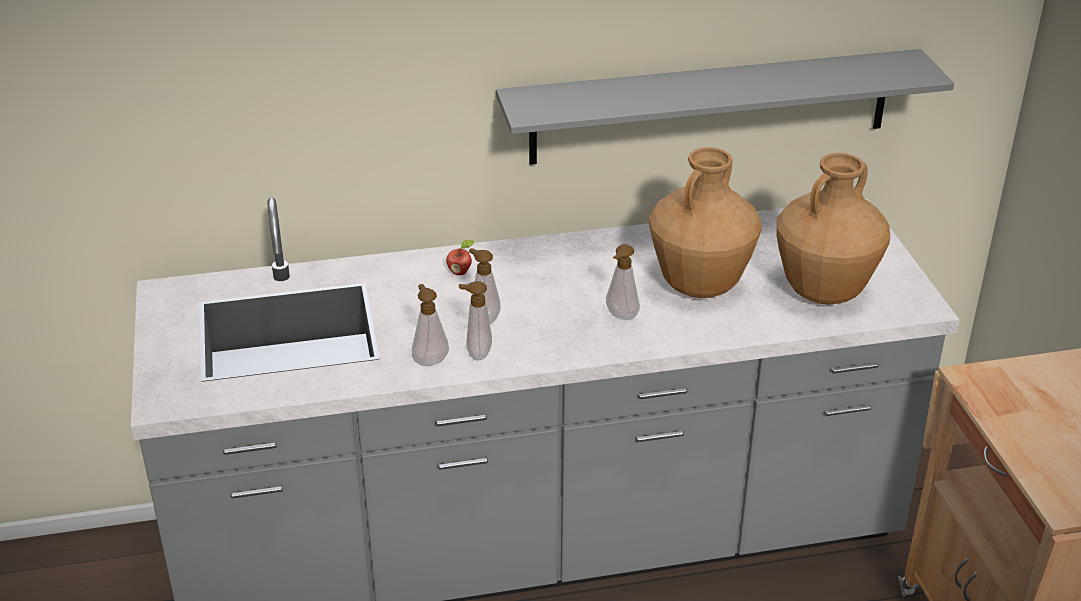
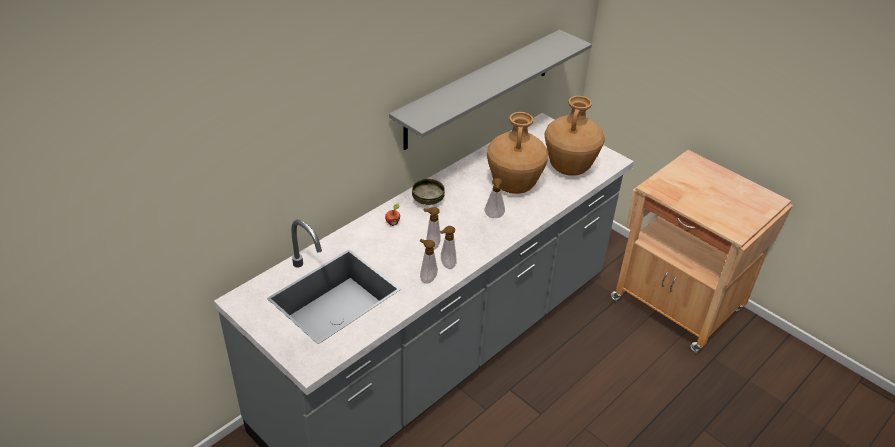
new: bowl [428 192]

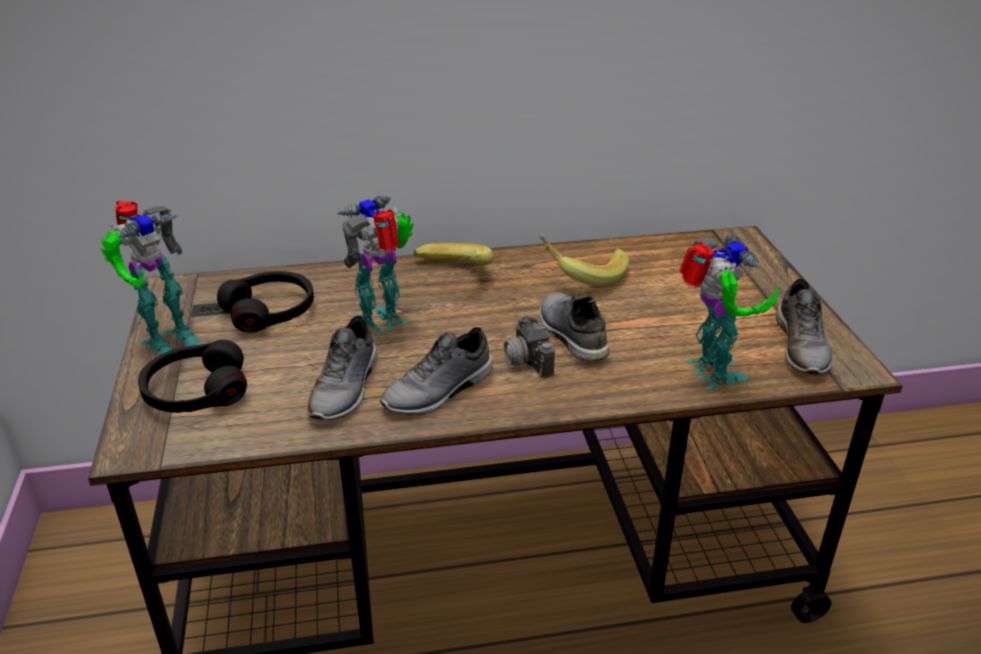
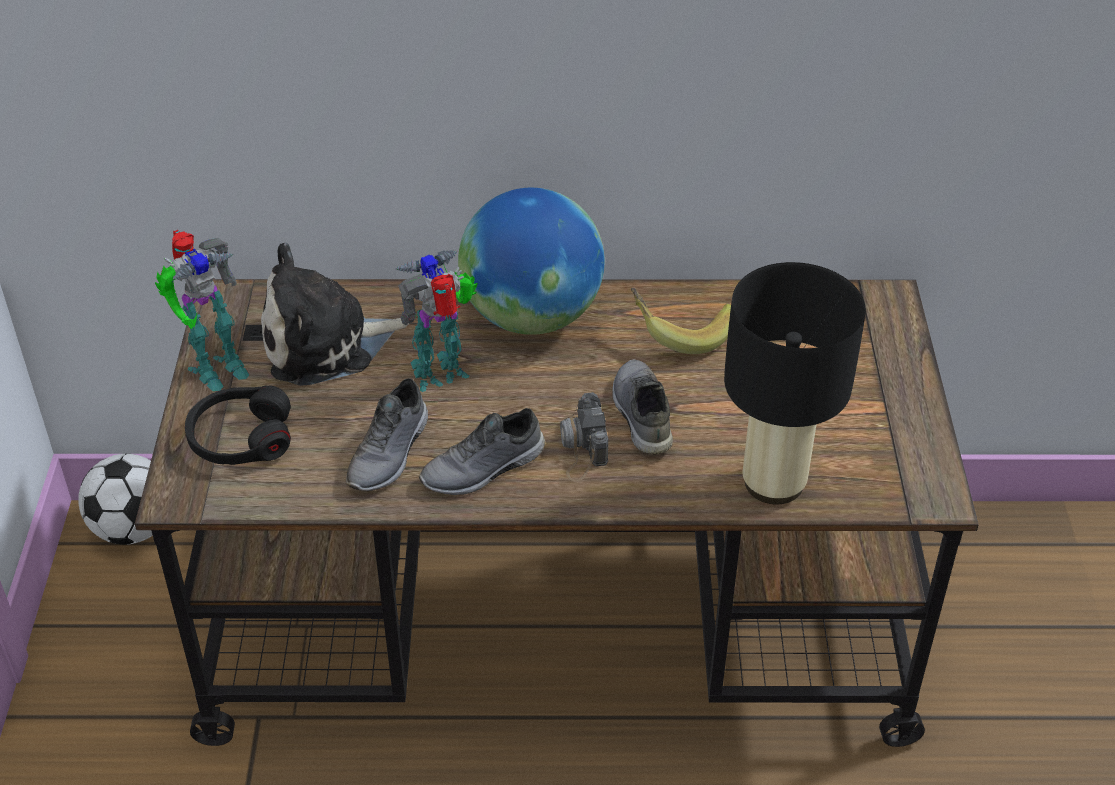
gone: grey shoe [804 326]
new: football [115 499]
swapped: toy robot [728 312] to black table lamp [795 383]; banana [454 254] to globe [531 261]; black headphones [265 302] to plush toy [335 314]

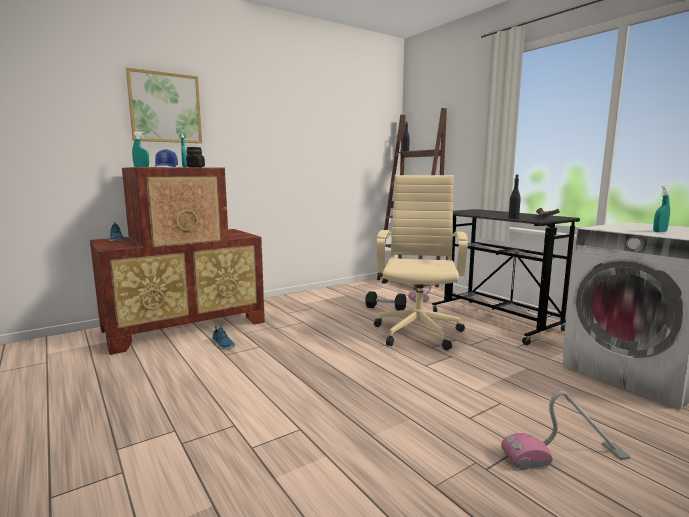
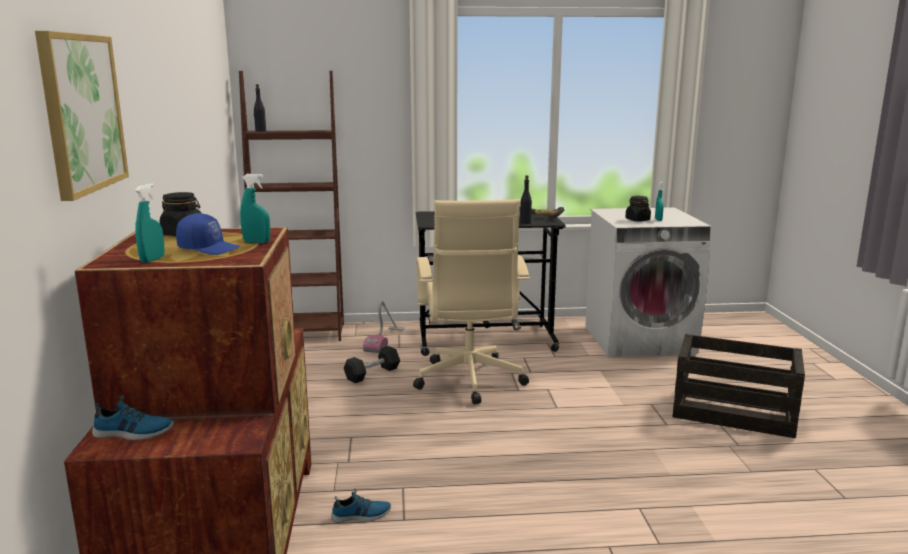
new: black jar [638 209]
swapped: vacuum cleaner [565 430] to crate [739 386]
rotated: beige office chair [421 262] = [471 301] 135 degrees counterclockwise

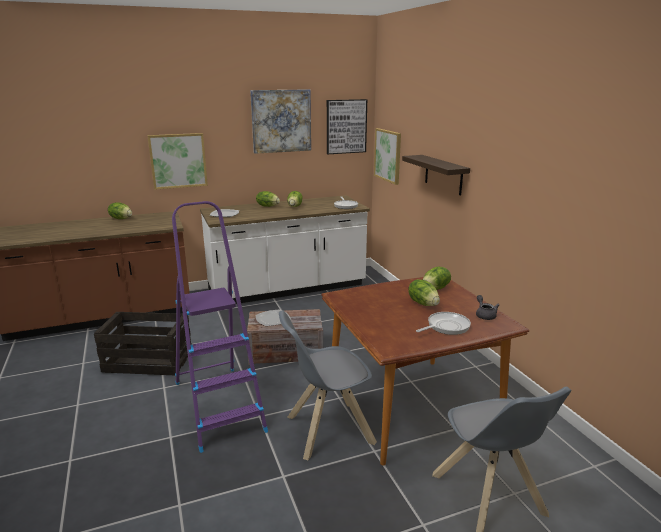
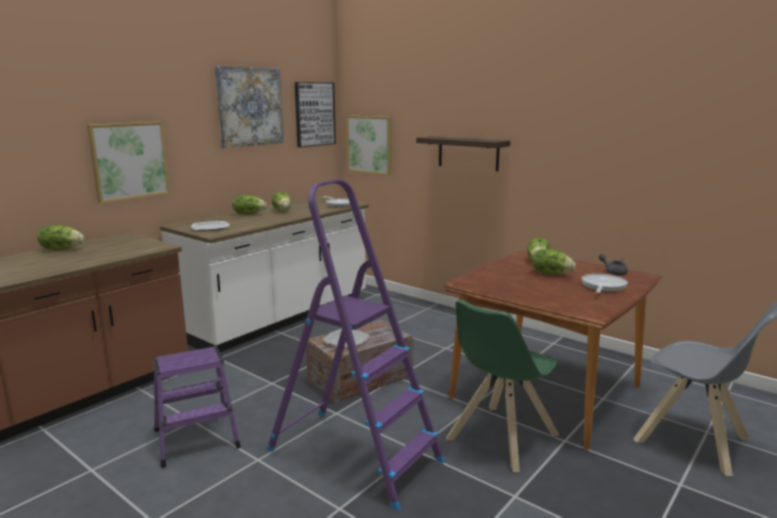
swapped: crate [143 343] to purple step ladder [197 407]
repainted: grey chair [328 385] to green chair [502 386]

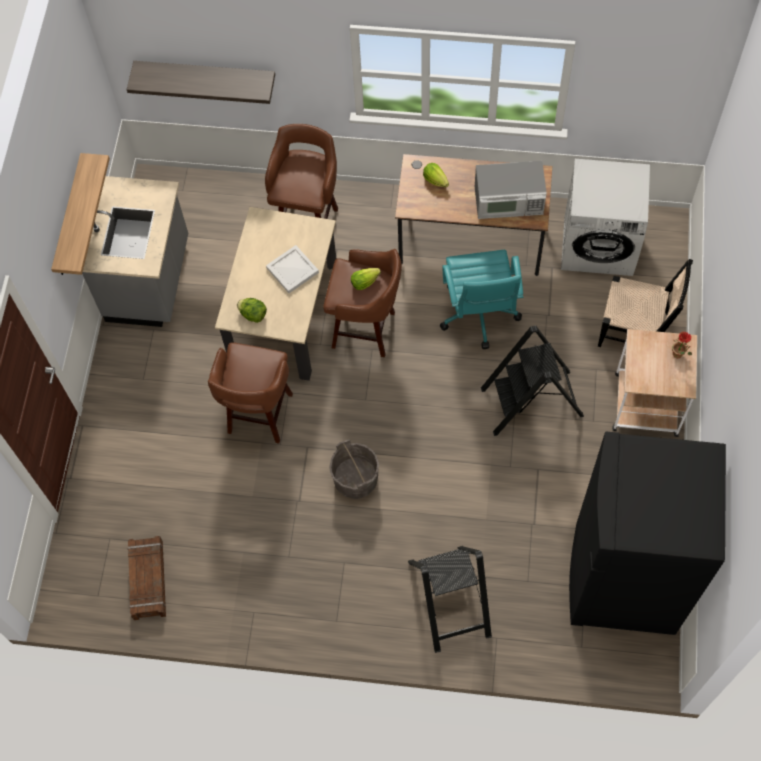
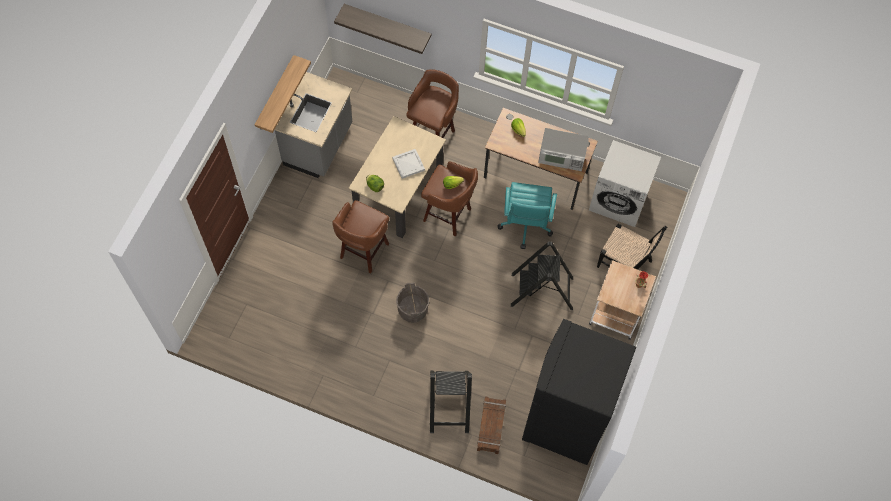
shifted: crate [146 578] to [491 425]

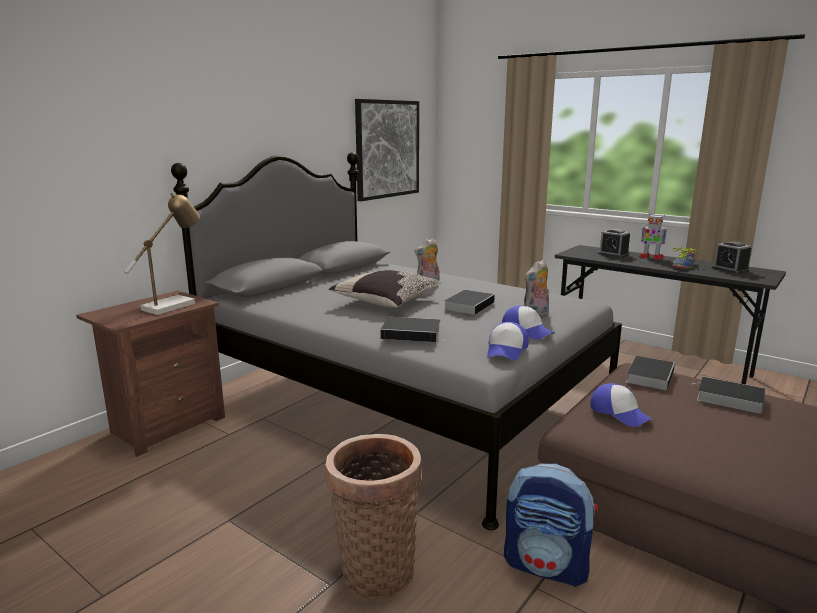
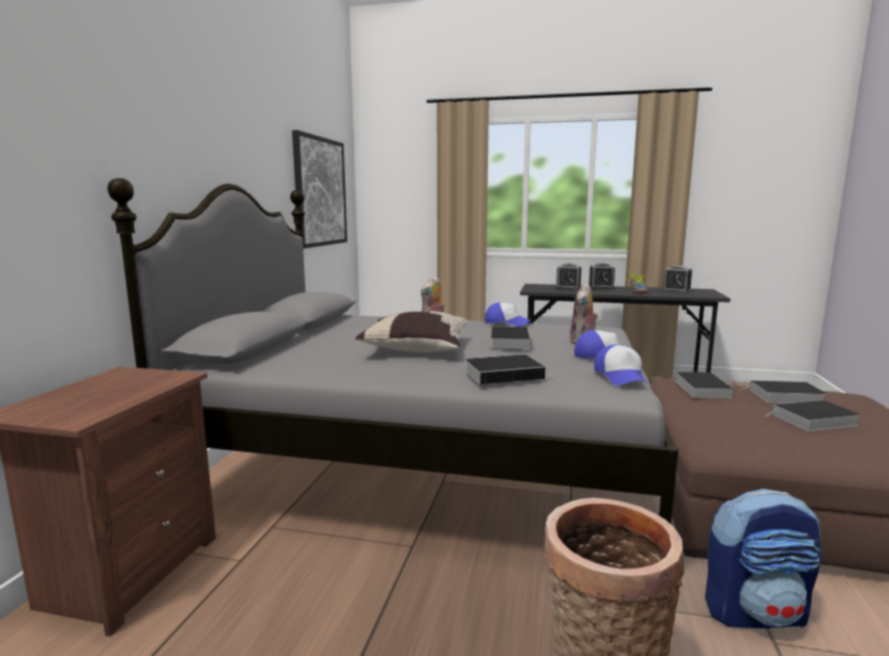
gone: table lamp [162 254]
new: book [813 415]
shifted: cap [621 405] to [508 314]
swapped: toy robot [653 237] to alarm clock [601 276]

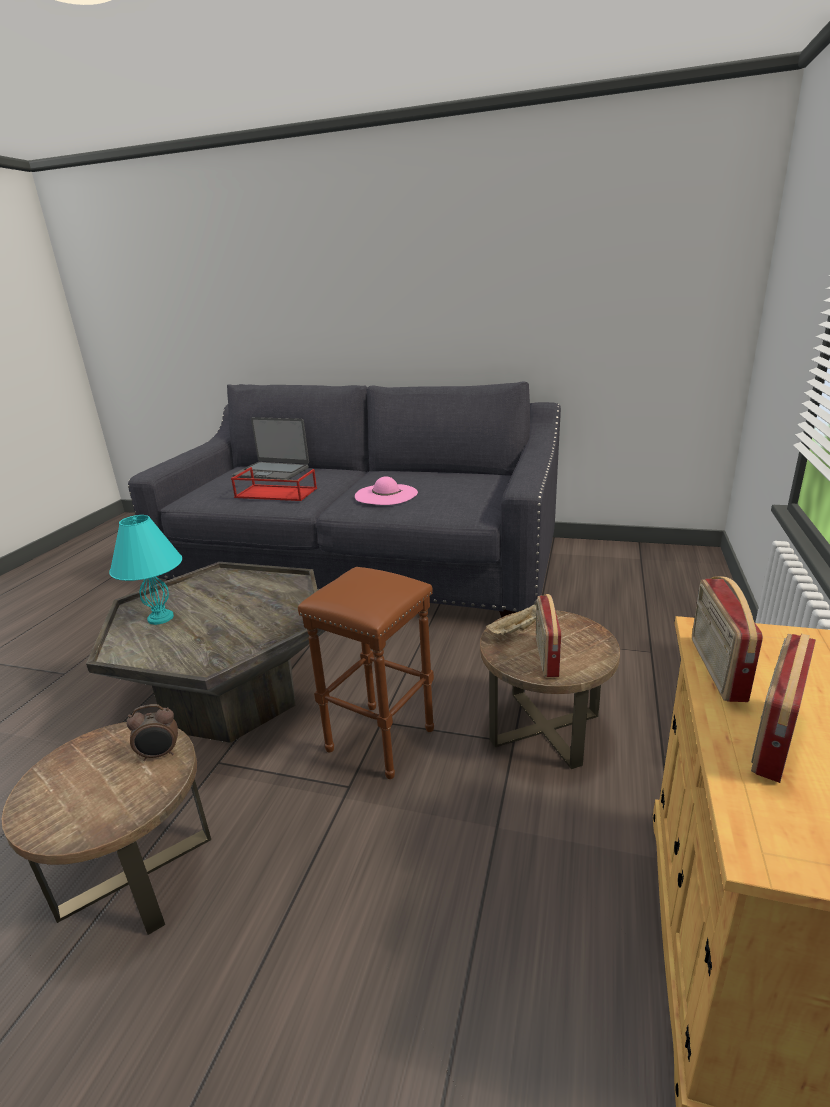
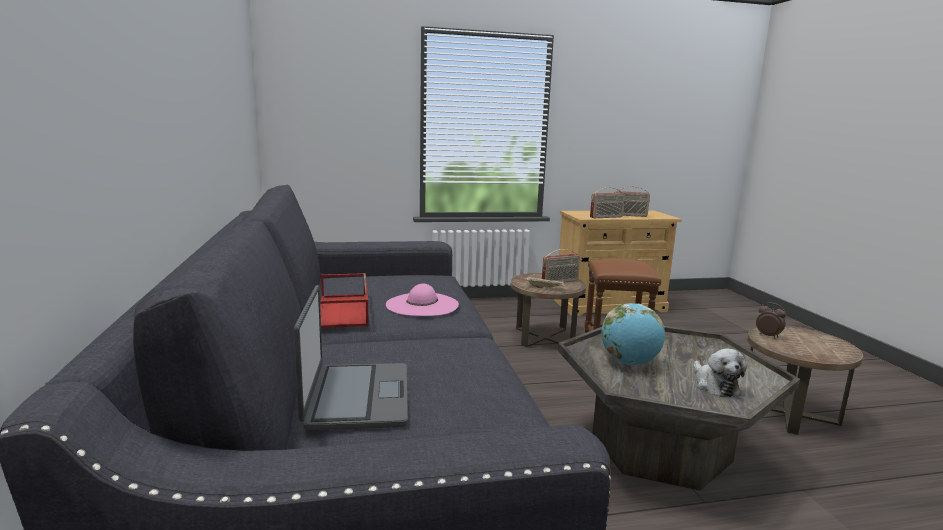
new: globe [633 334]
shifted: red tray [274 484] to [344 300]
swapped: turquoise table lamp [145 570] to plush toy [720 372]

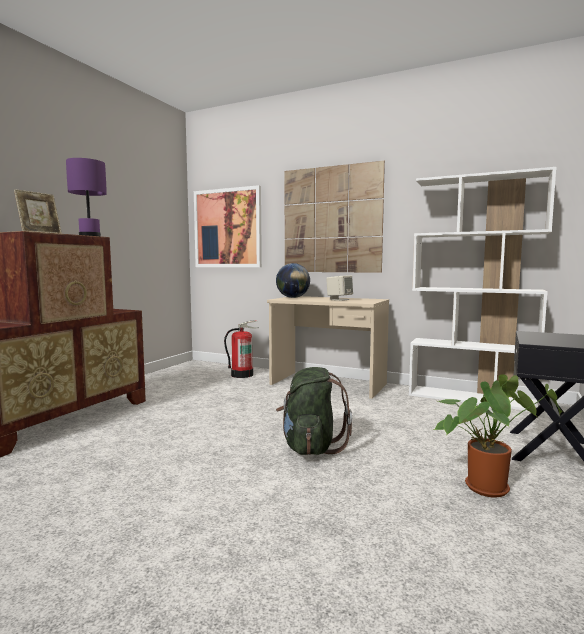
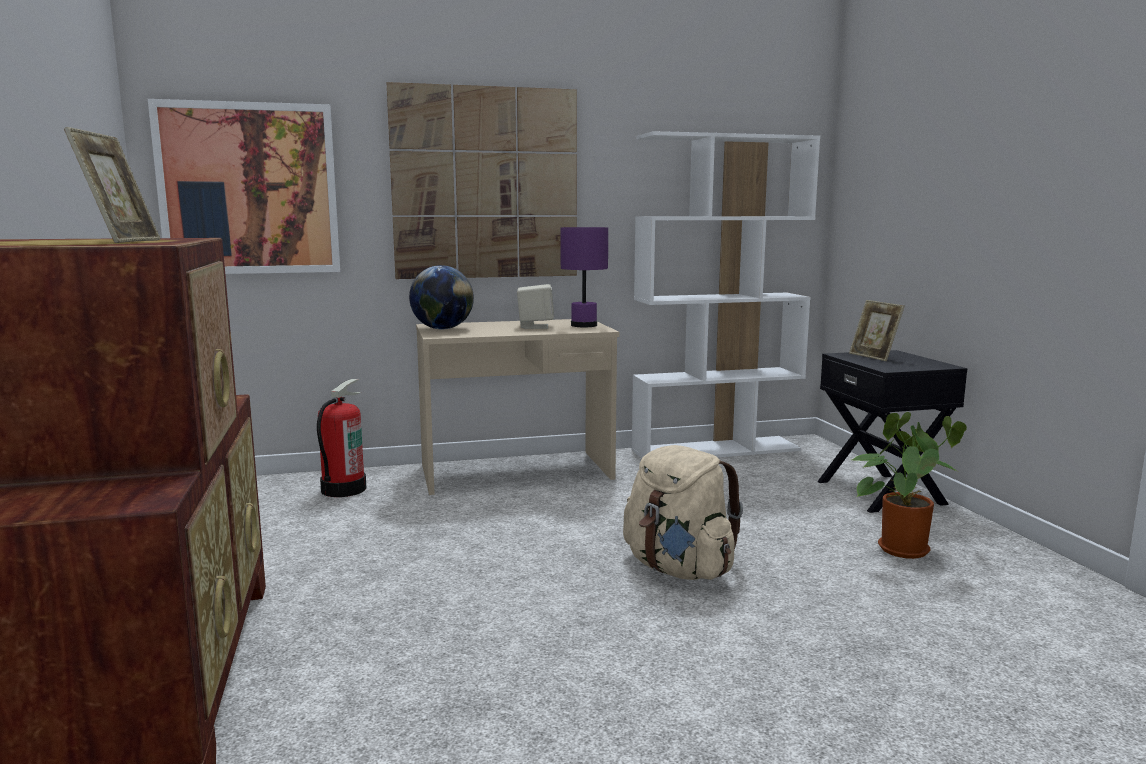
new: picture frame [877 330]
shifted: purple table lamp [86 197] to [584 277]
repainted: green backpack [314 411] to beige backpack [683 512]

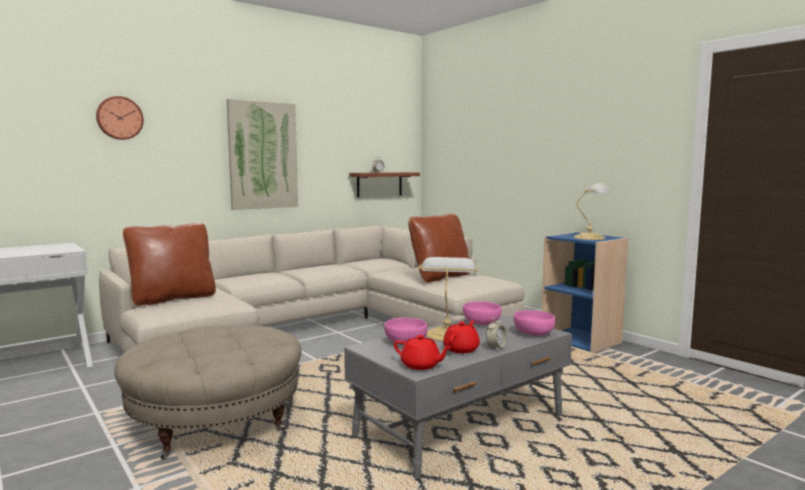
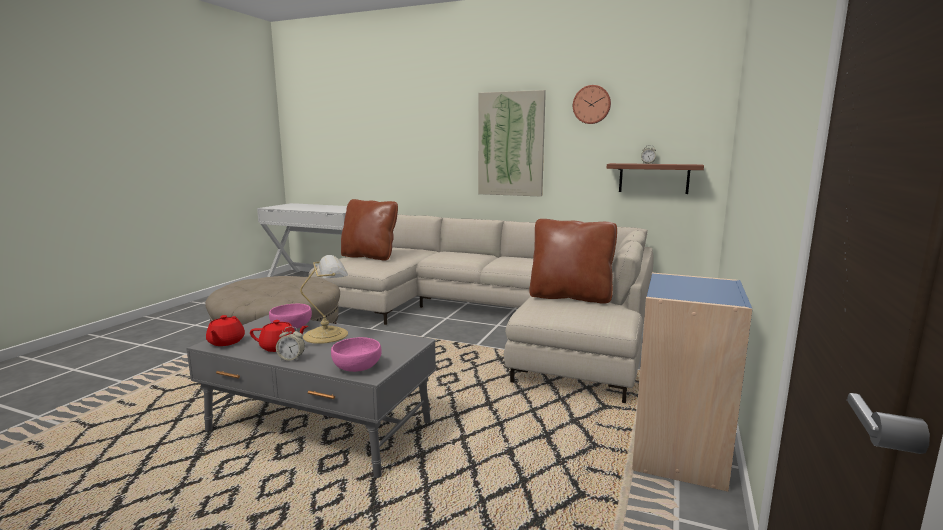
gone: table lamp [592 211]; pink bowl [482 313]
shifted: wall clock [120 118] to [592 104]

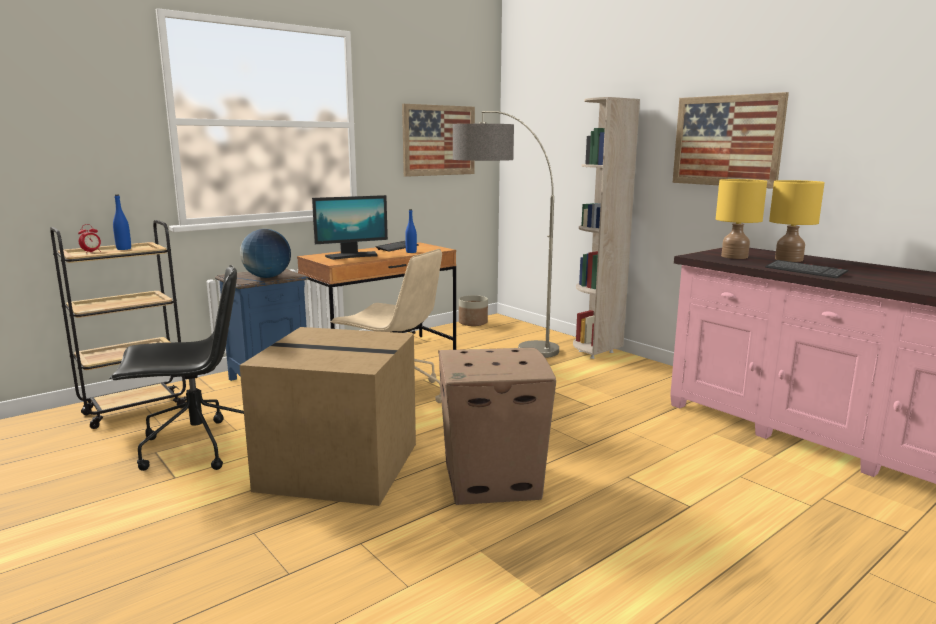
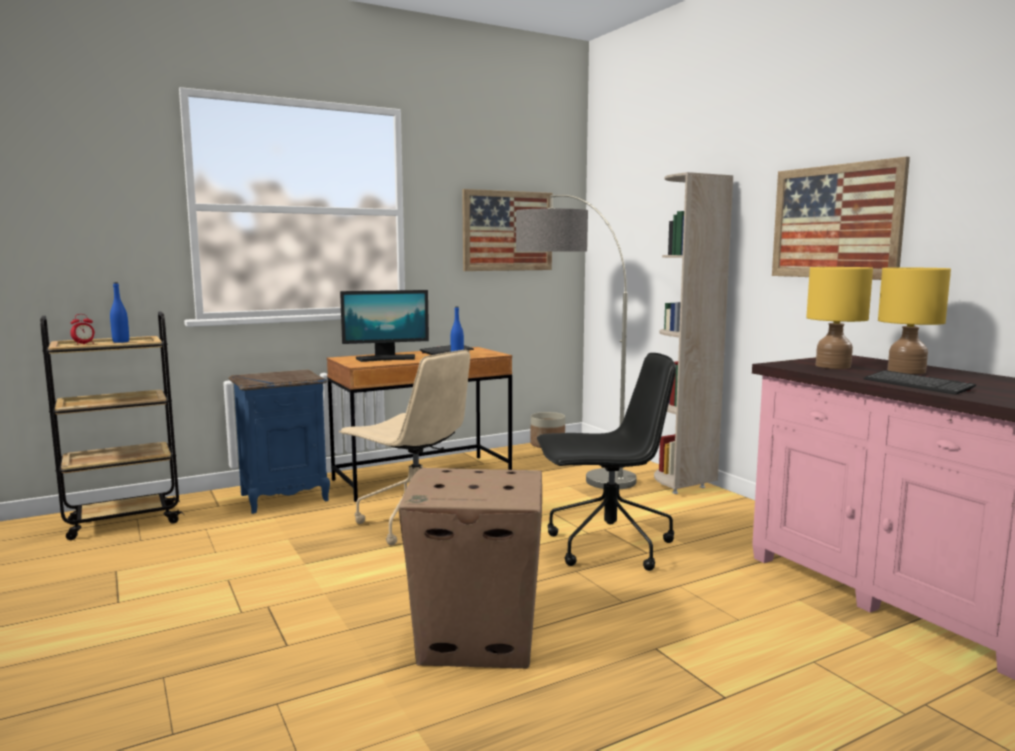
gone: globe [265 253]; cardboard box [328 416]
shifted: black office chair [177 368] to [606 462]

